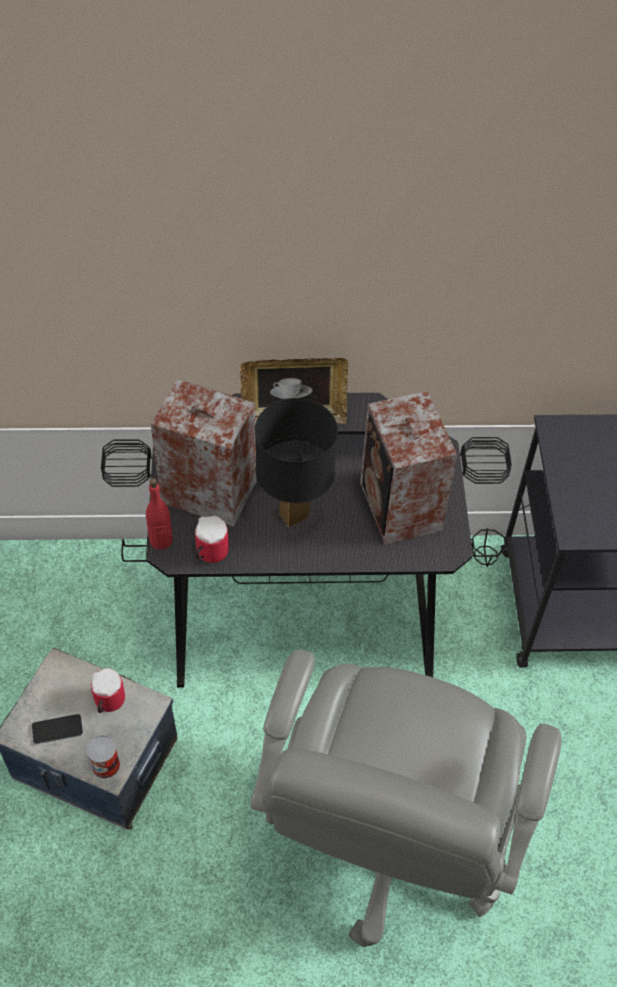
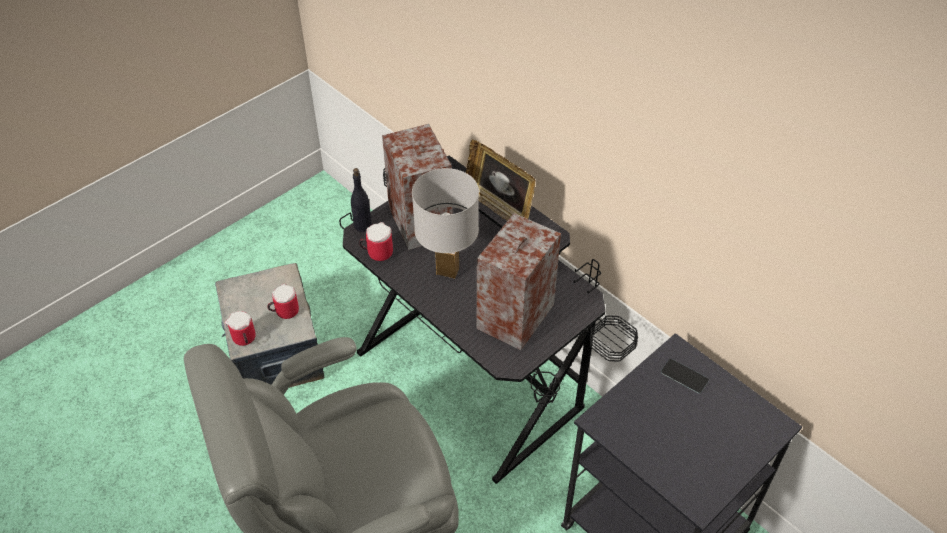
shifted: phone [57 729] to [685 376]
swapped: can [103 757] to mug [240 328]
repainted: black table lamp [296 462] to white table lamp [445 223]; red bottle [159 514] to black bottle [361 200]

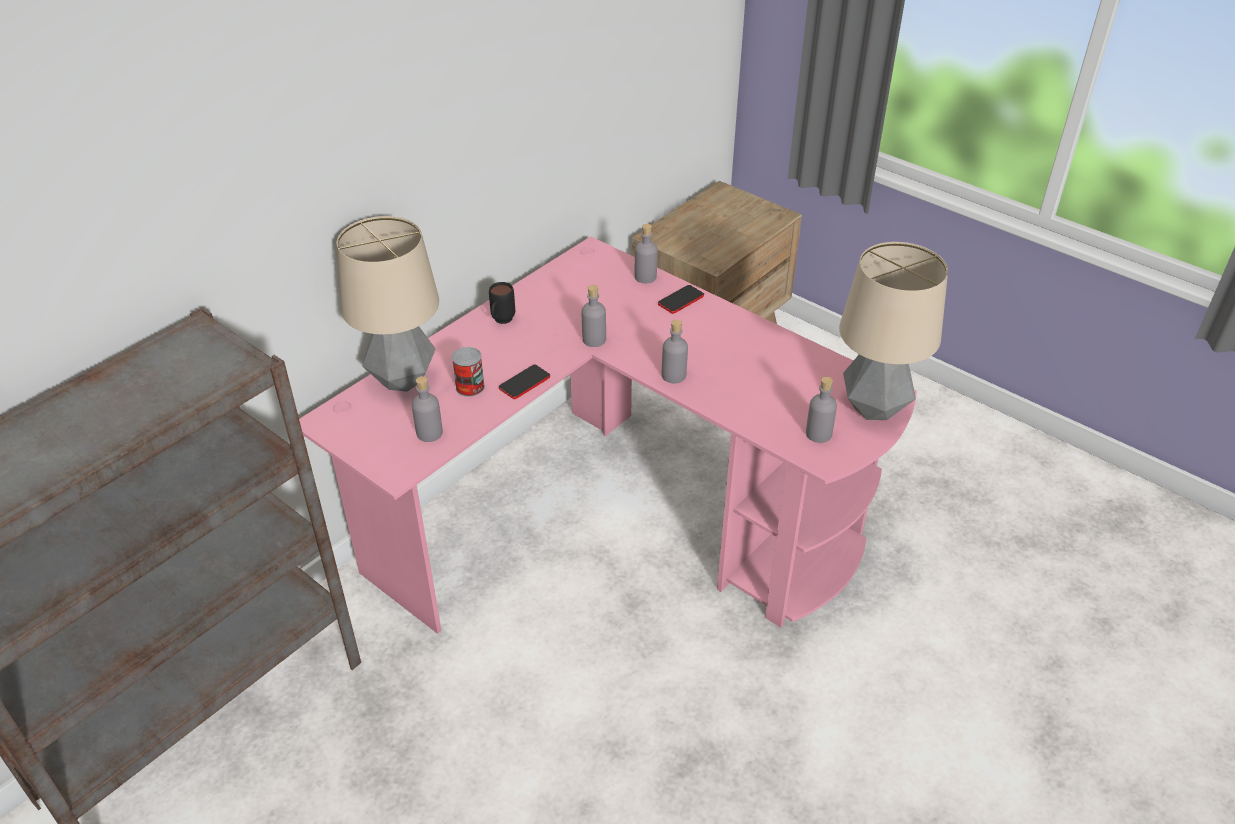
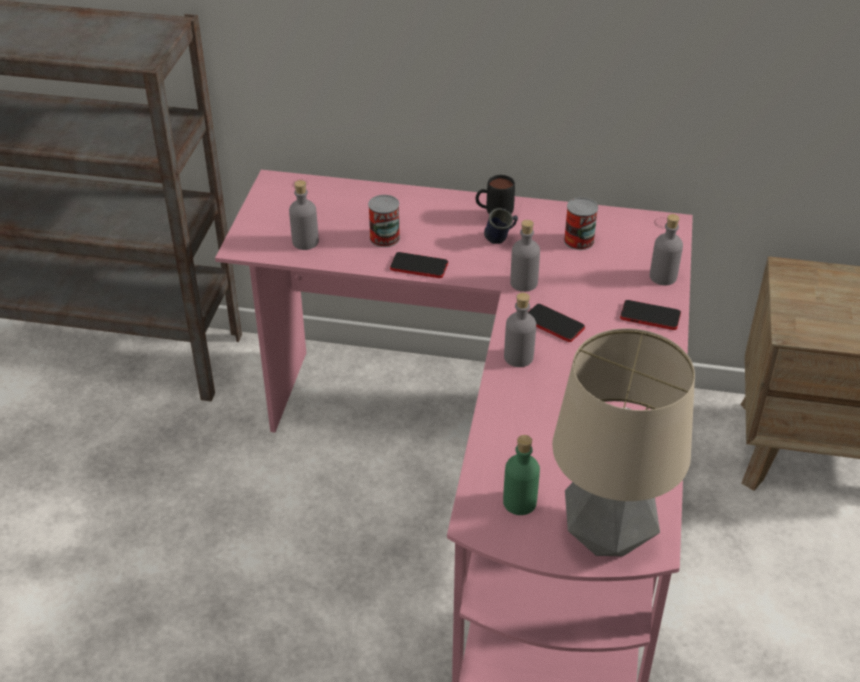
gone: table lamp [388 304]
new: can [581 223]; blue mug [501 226]; phone [556 323]
repainted: grey bottle [821 410] to green bottle [521 475]

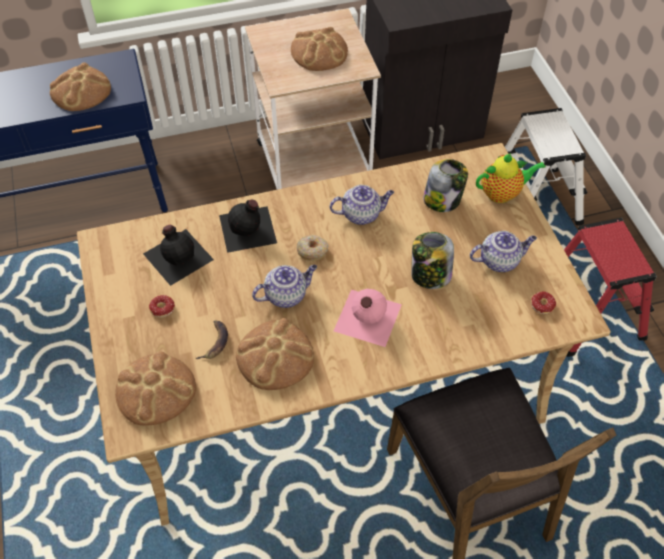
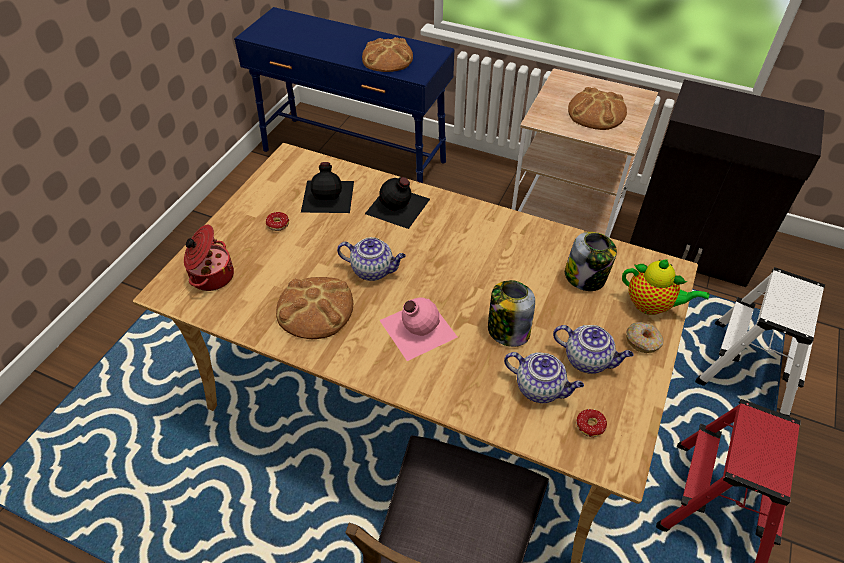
gone: banana [211 339]
shifted: teapot [362 205] to [544 377]; donut [313 248] to [645 337]
swapped: bread [155 389] to cooking pot [209 258]

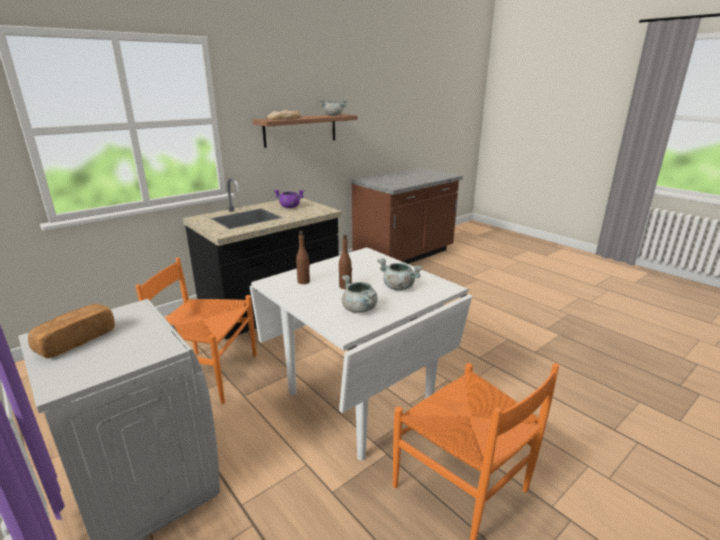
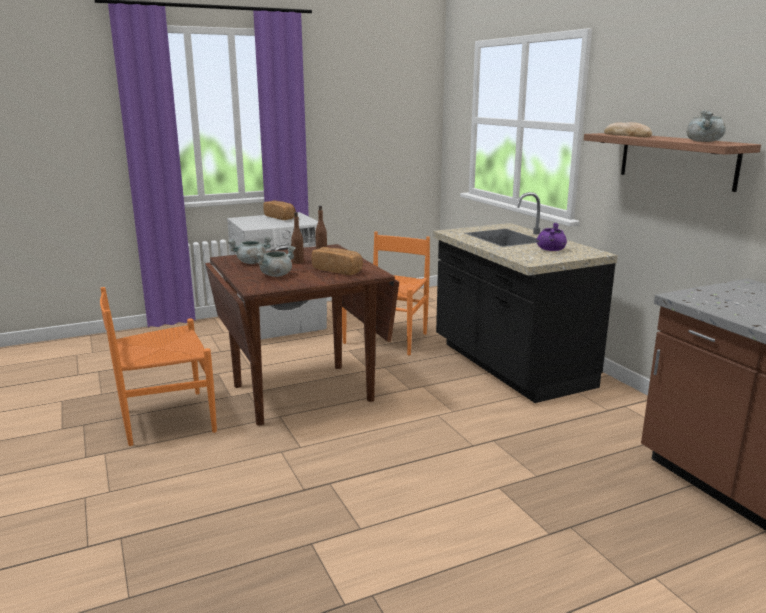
new: bread [337 261]
repainted: white dining table [360 353] to brown dining table [302 335]

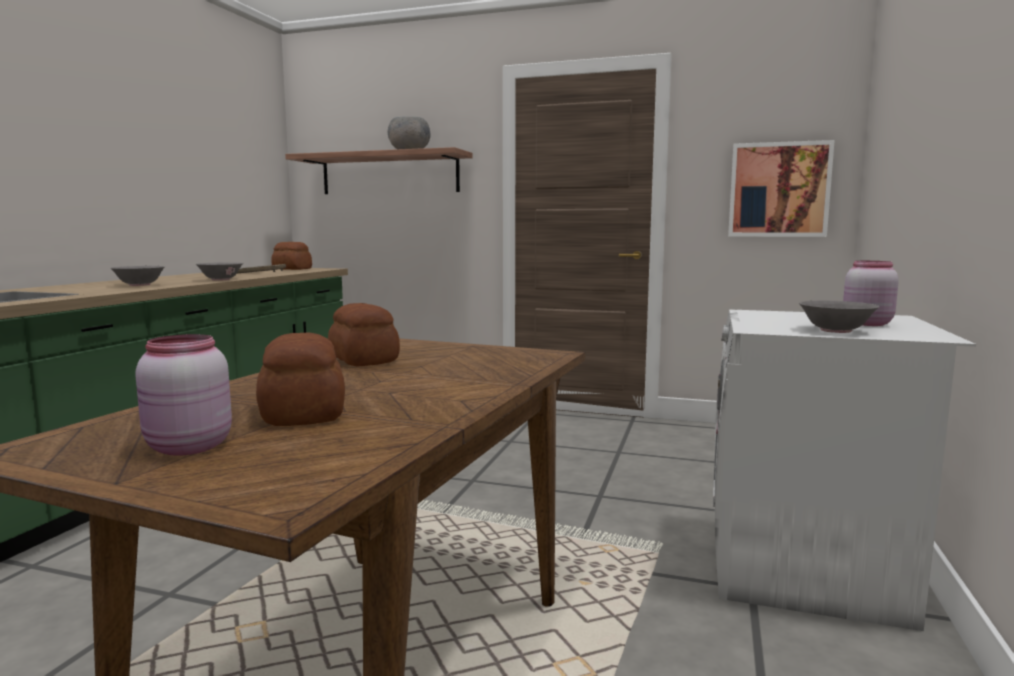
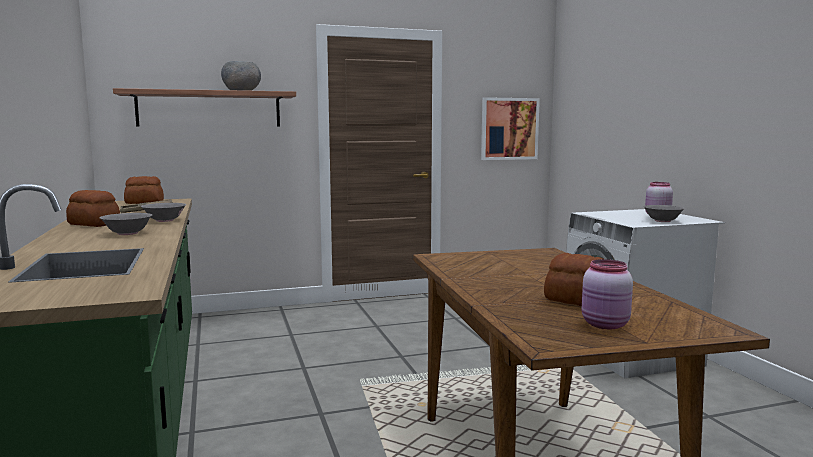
shifted: bread [364 334] to [93 208]

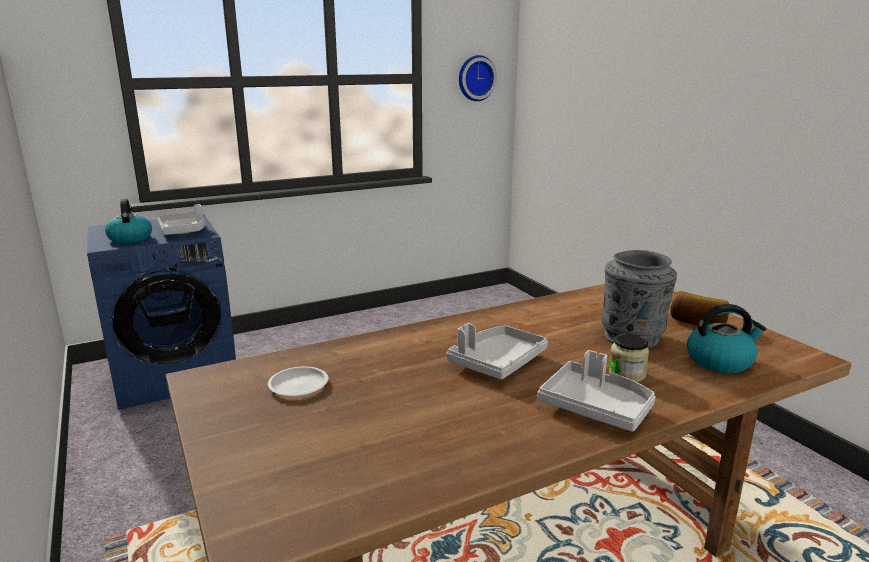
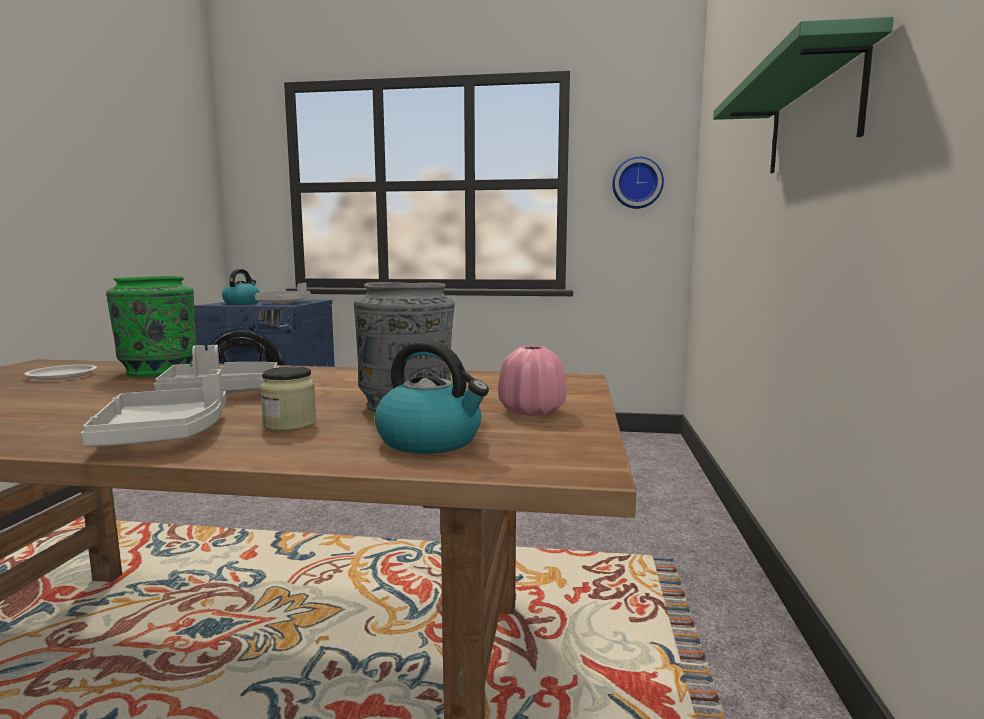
new: green shelf [803 95]; green vase [151 326]
swapped: bread [699 308] to pink vase [532 381]

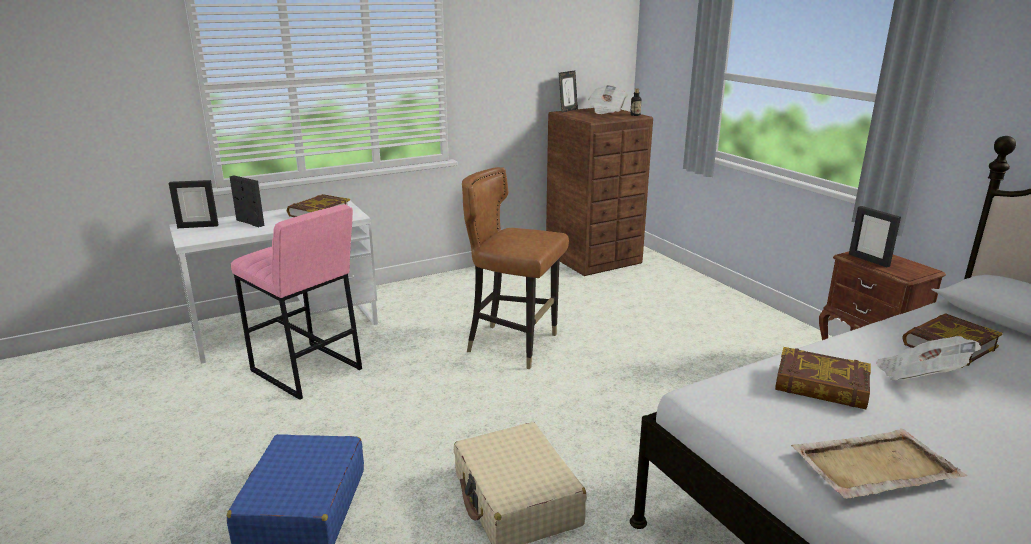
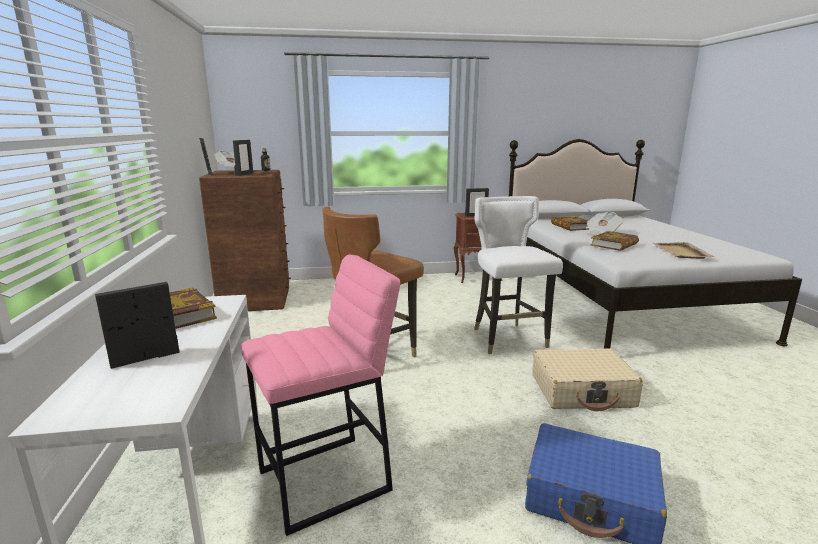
new: white chair [518 275]
shifted: picture frame [194 204] to [243 158]

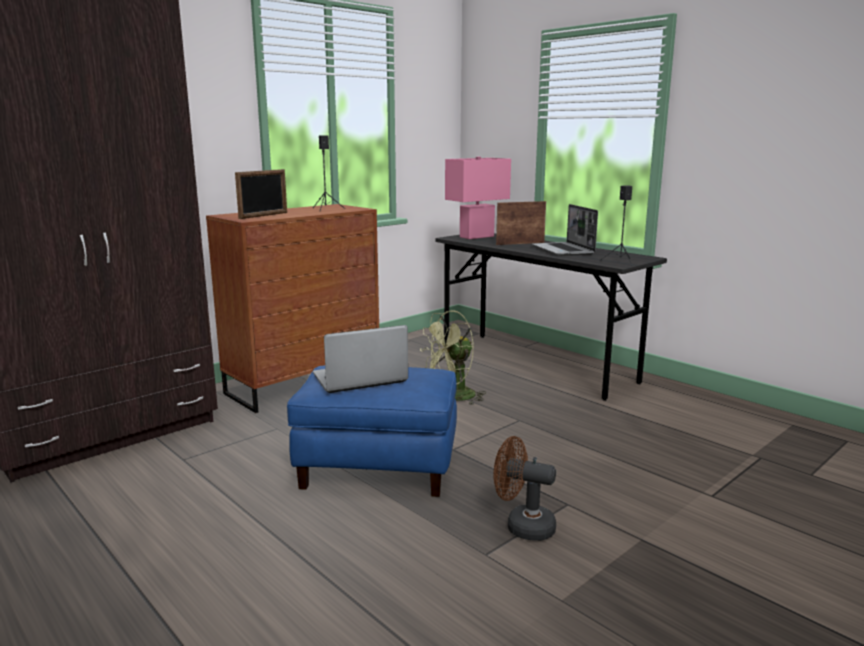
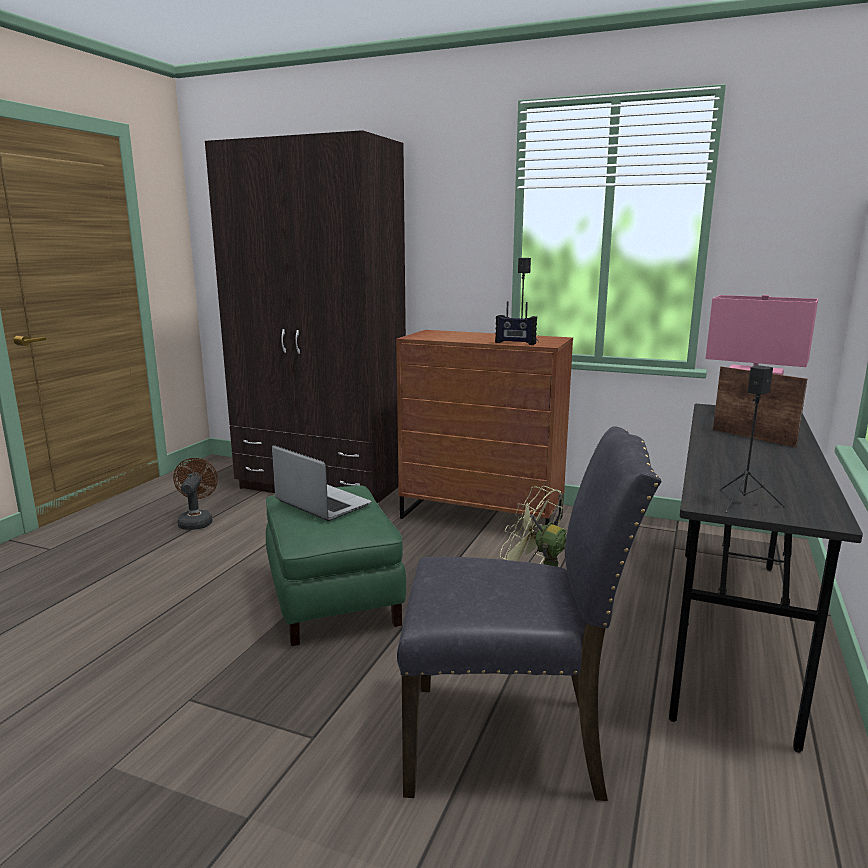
gone: picture frame [261 194]; laptop [565 230]
new: radio [516 323]; grey chair [529 613]
shifted: brown fan [524 488] to [195 494]
repainted: blue ottoman [372 431] to green ottoman [336 566]

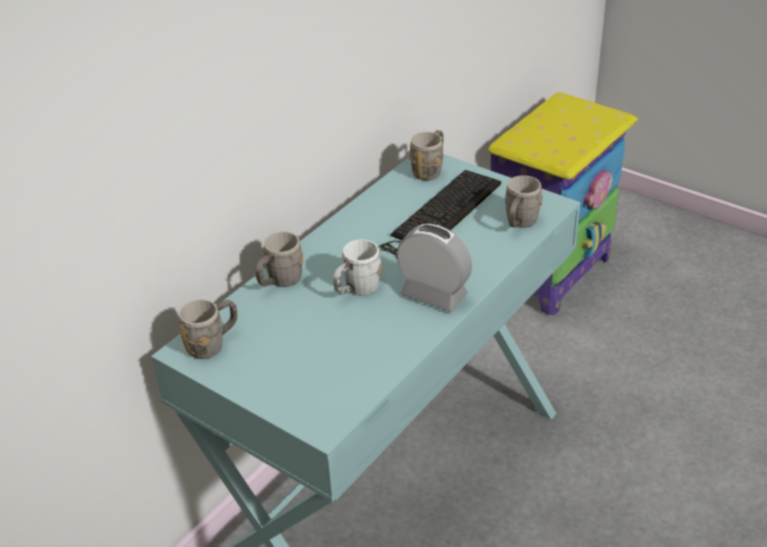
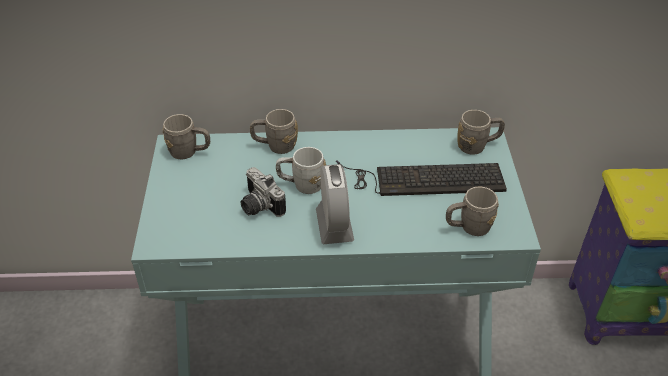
new: photo camera [263 192]

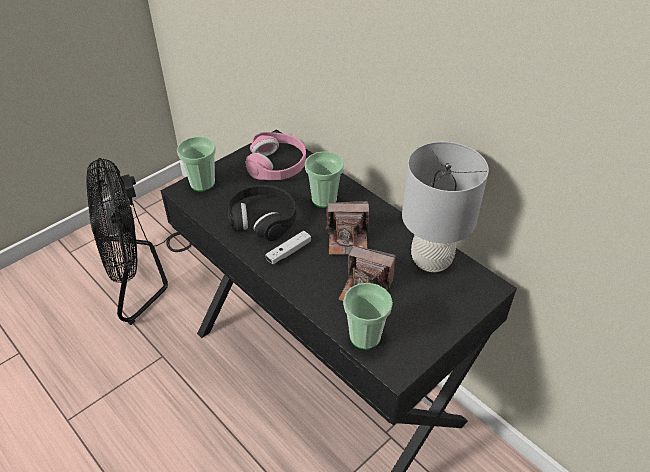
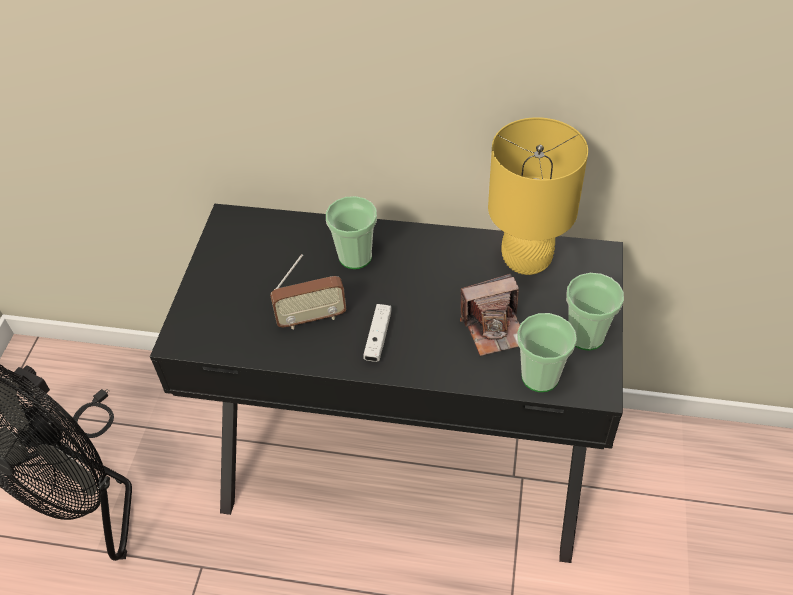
gone: pink headphones [275 156]; photo camera [347 228]
shifted: cup [196 164] to [595 312]
swapped: black headphones [261 213] to radio [308 291]
repainted: grey table lamp [445 207] to yellow table lamp [538 196]

